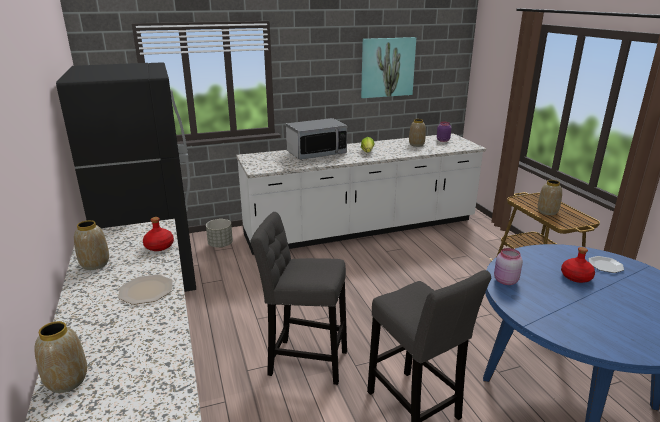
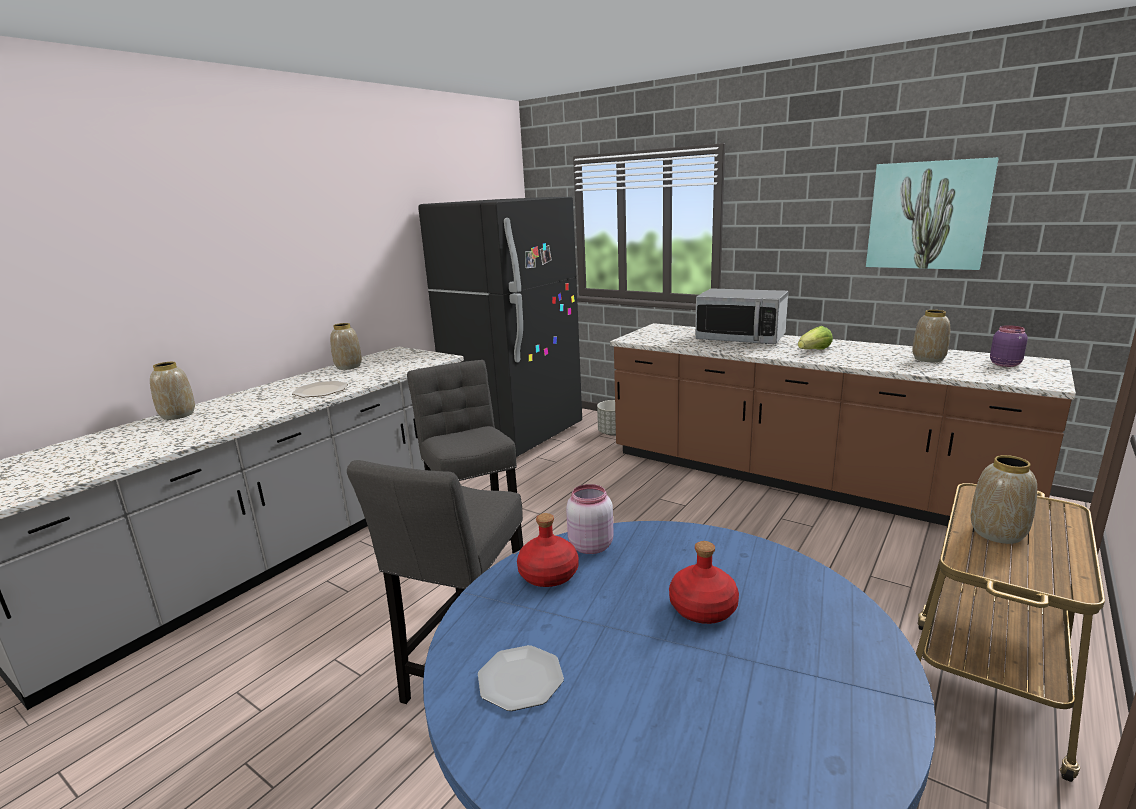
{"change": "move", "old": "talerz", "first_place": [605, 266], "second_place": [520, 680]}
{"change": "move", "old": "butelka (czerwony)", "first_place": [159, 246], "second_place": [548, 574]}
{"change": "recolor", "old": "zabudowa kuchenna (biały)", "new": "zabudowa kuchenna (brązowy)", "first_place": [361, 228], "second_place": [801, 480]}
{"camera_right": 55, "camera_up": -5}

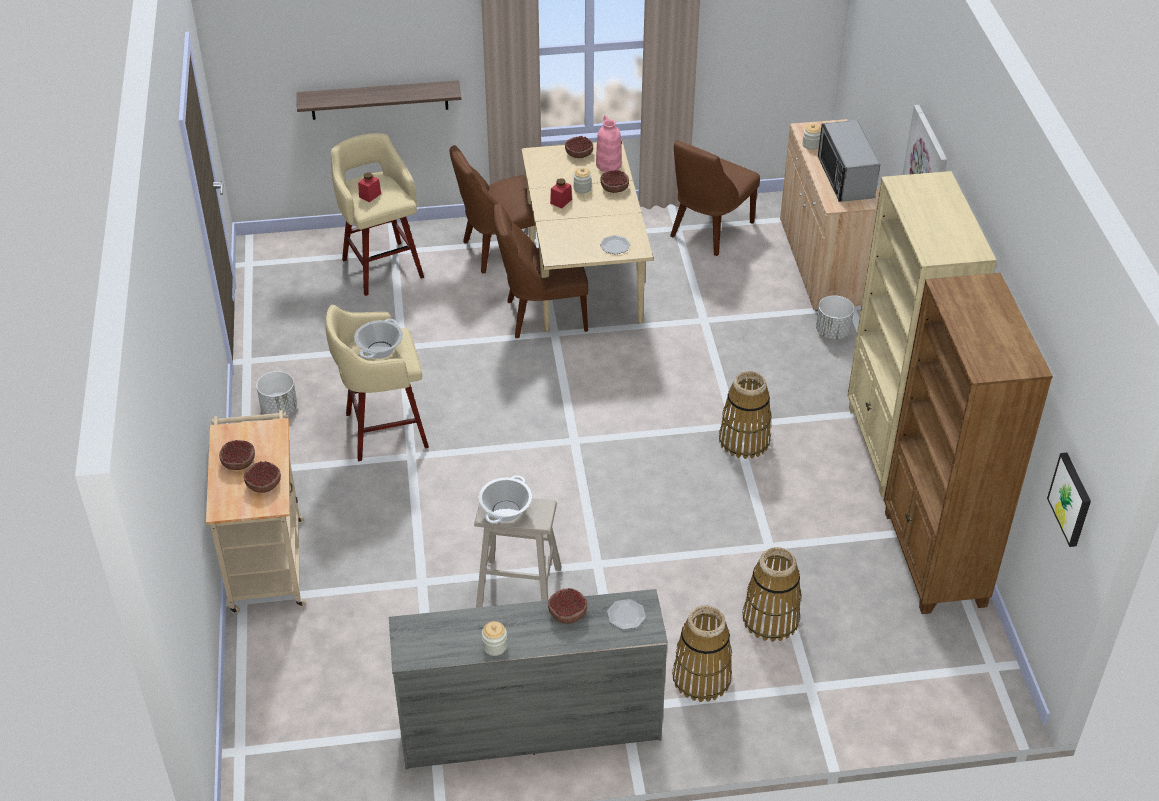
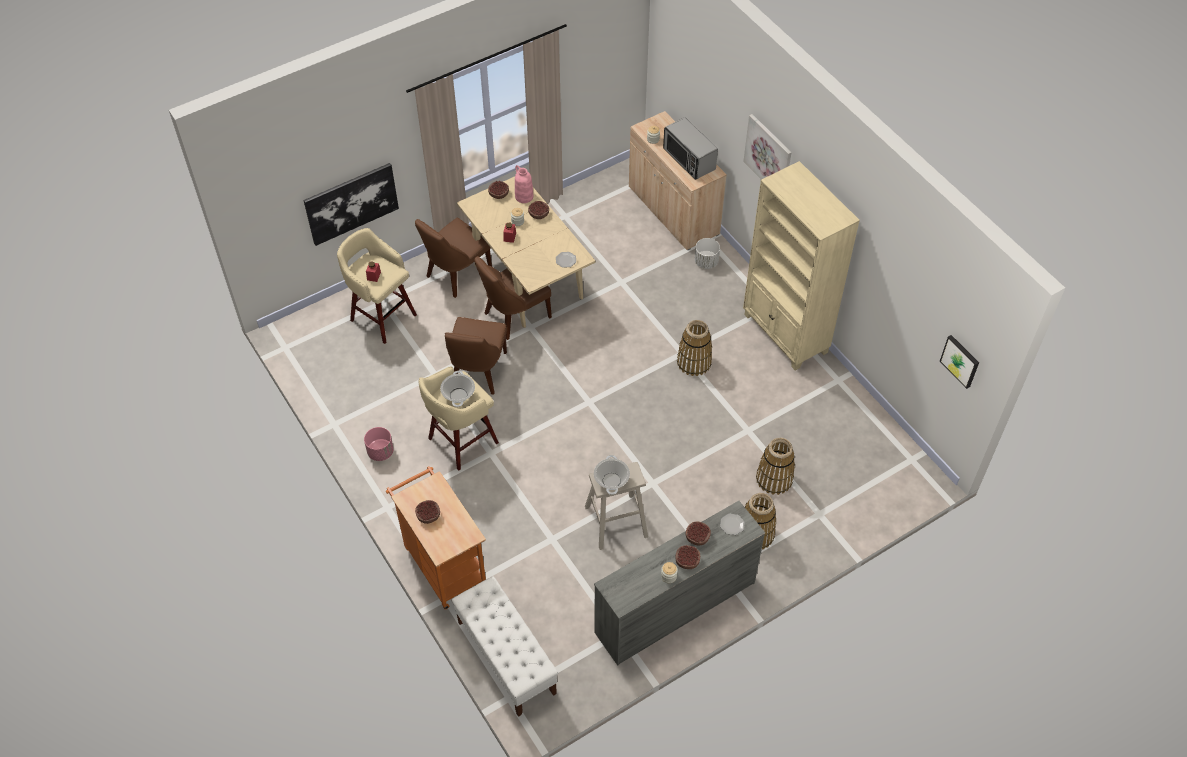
{"change": "replace", "old": "półka", "new": "obraz", "first_place": [379, 100], "second_place": [351, 203]}
{"change": "recolor", "old": "donica (biały)", "new": "donica (różowy)", "first_place": [279, 408], "second_place": [380, 452]}
{"change": "recolor", "old": "wózek (beżowy)", "new": "wózek (pomarańczowy)", "first_place": [267, 559], "second_place": [443, 563]}
{"change": "move", "old": "krzesło (brązowy)", "first_place": [709, 231], "second_place": [477, 372]}
{"change": "insert", "new": "ławka (biały)", "second_place": [506, 657]}
{"change": "move", "old": "miska", "first_place": [264, 484], "second_place": [687, 560]}
{"change": "delete", "old": "regał (brązowy)", "first_place": [933, 559]}
{"camera_right": -25, "camera_up": 10}

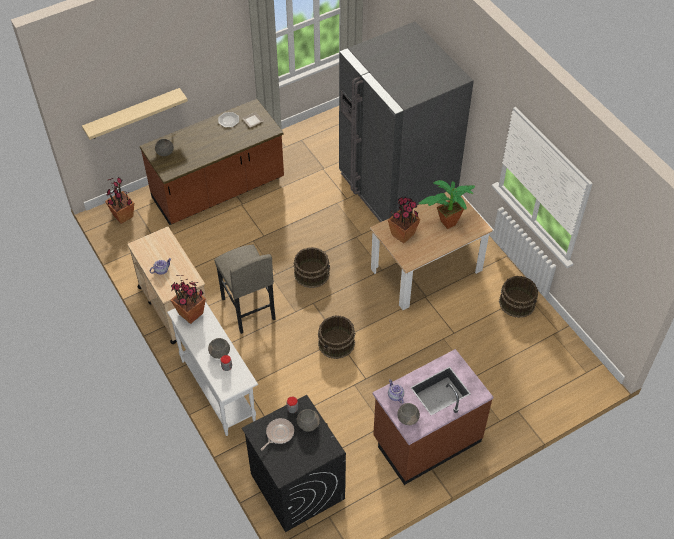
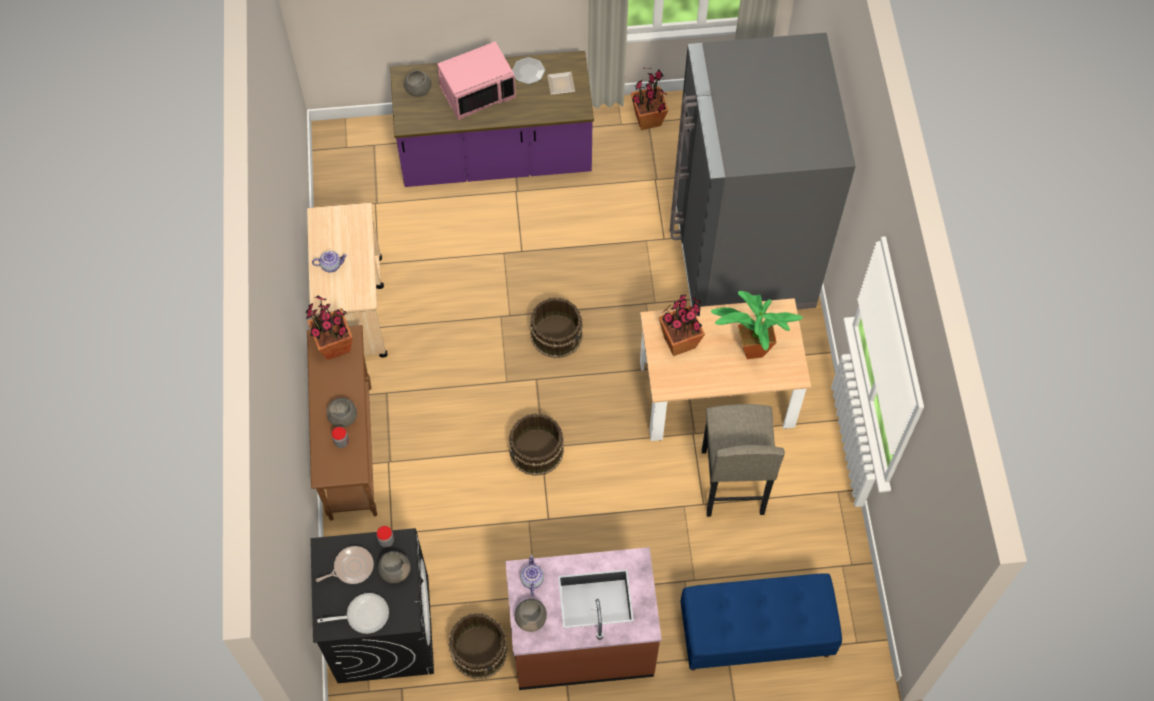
{"change": "recolor", "old": "stolik konsolowy (biały)", "new": "stolik konsolowy (brązowy)", "first_place": [218, 390], "second_place": [351, 451]}
{"change": "insert", "new": "patelnia", "second_place": [363, 615]}
{"change": "recolor", "old": "zabudowa kuchenna (brązowy)", "new": "zabudowa kuchenna (fioletowy)", "first_place": [218, 190], "second_place": [496, 157]}
{"change": "insert", "new": "mikrofalówka (różowy)", "second_place": [477, 92]}
{"change": "move", "old": "wiadro (brązowy)", "first_place": [517, 302], "second_place": [479, 650]}
{"change": "move", "old": "roślina doniczkowa", "first_place": [123, 216], "second_place": [647, 120]}
{"change": "insert", "new": "ławka (niebieski)", "second_place": [754, 635]}
{"change": "move", "old": "stołek (szary)", "first_place": [248, 309], "second_place": [732, 482]}
{"change": "delete", "old": "półka (beżowy)", "first_place": [133, 114]}
{"camera_right": 25, "camera_up": 10}

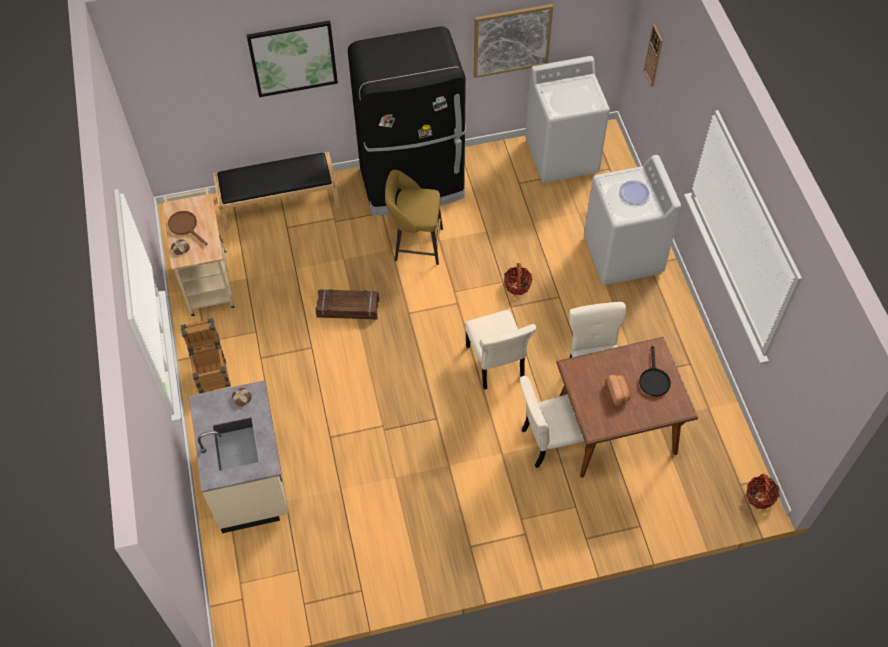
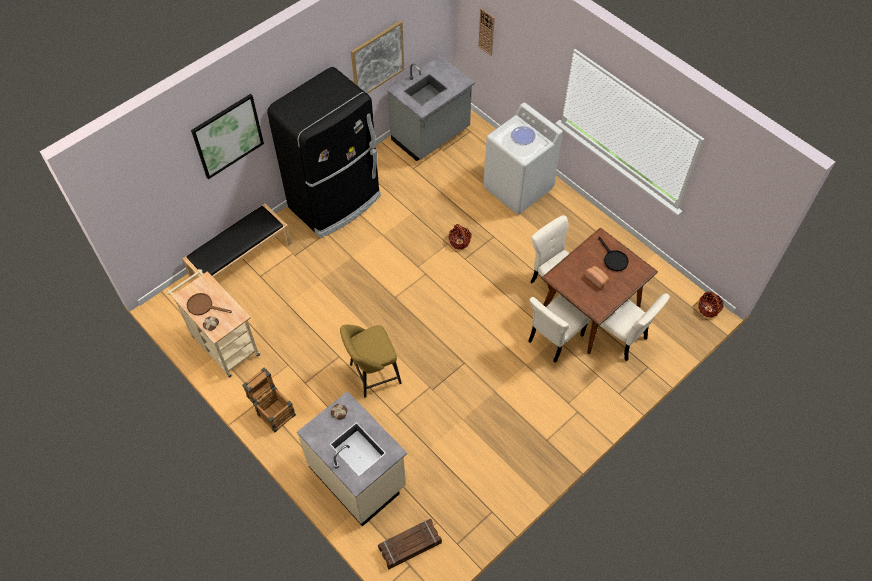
{"change": "move", "old": "stołek (żółty)", "first_place": [415, 244], "second_place": [372, 375]}
{"change": "move", "old": "skrzynka", "first_place": [348, 308], "second_place": [410, 546]}
{"change": "replace", "old": "pralka (biały)", "new": "zabudowa kuchenna (szary)", "first_place": [562, 155], "second_place": [431, 136]}
{"change": "move", "old": "krzesło (beżowy)", "first_place": [495, 364], "second_place": [620, 338]}
{"camera_right": -30, "camera_up": 0}

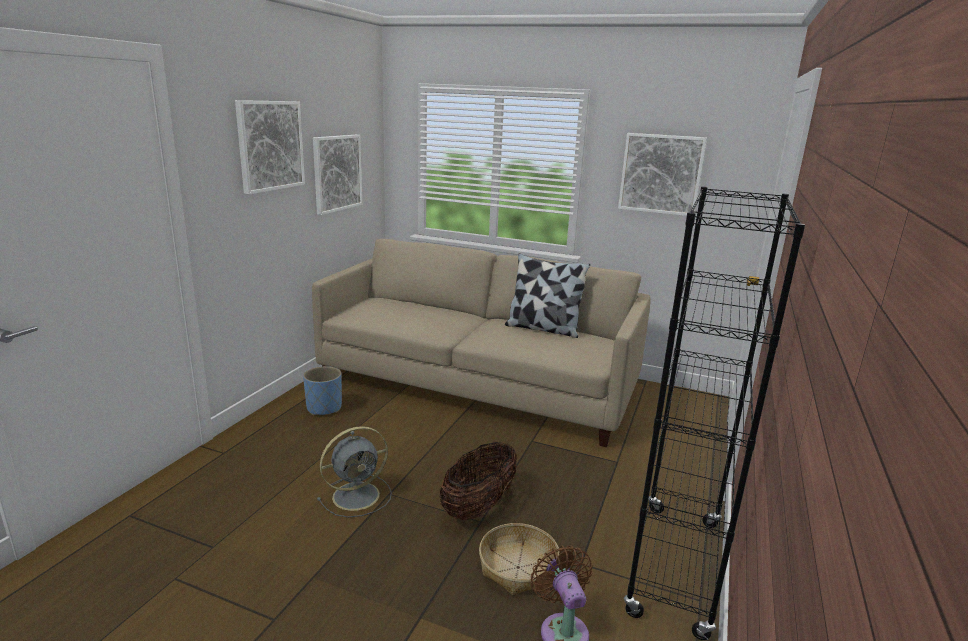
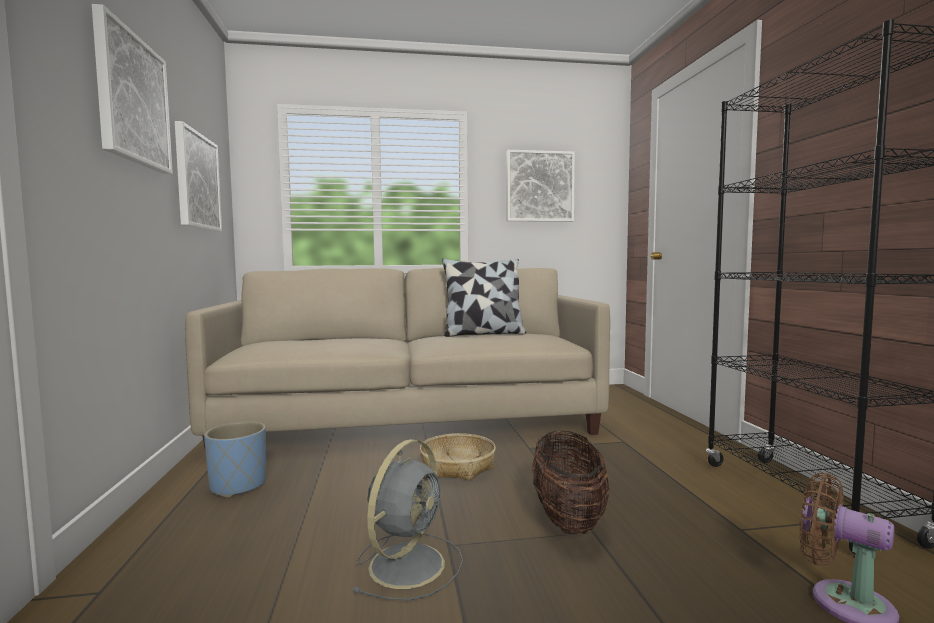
{"change": "move", "old": "koszyk", "first_place": [518, 567], "second_place": [457, 466]}
{"camera_right": -30, "camera_up": -15}

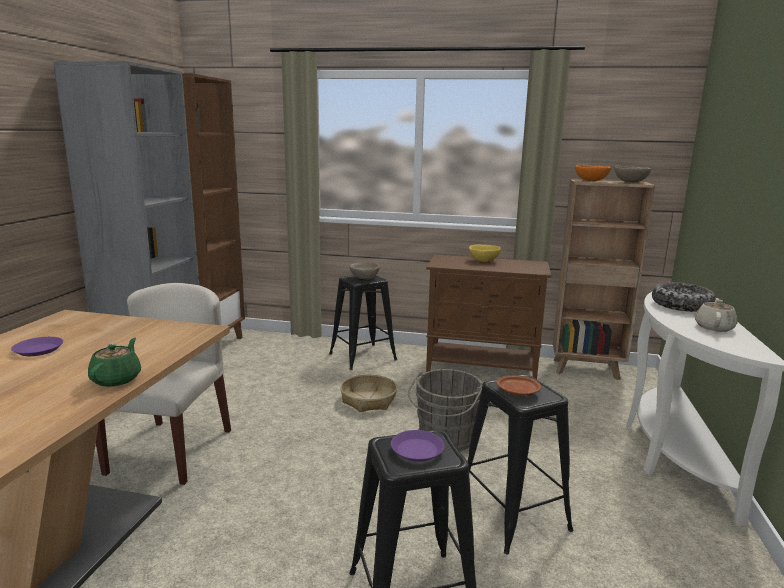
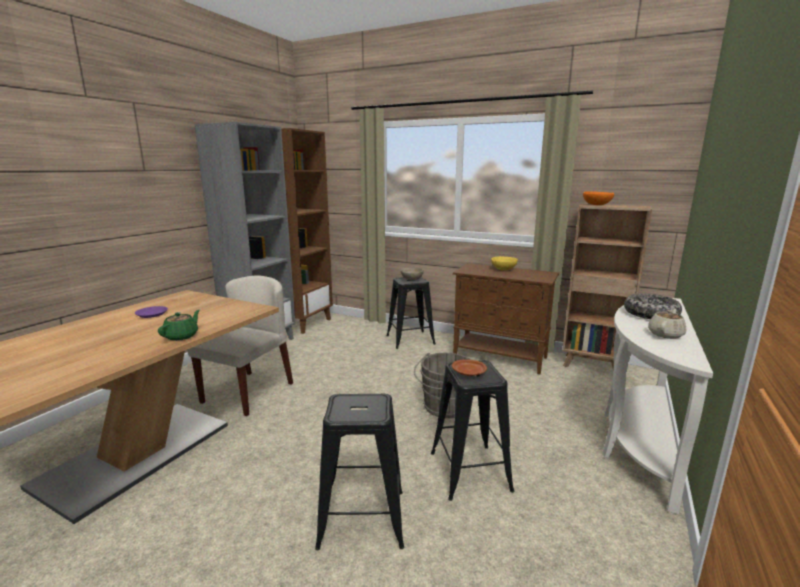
{"change": "delete", "old": "koszyk", "first_place": [369, 400]}
{"change": "delete", "old": "talerz (fioletowy)", "first_place": [417, 450]}
{"change": "delete", "old": "miska (beżowy)", "first_place": [630, 182]}
{"camera_right": 15, "camera_up": 0}

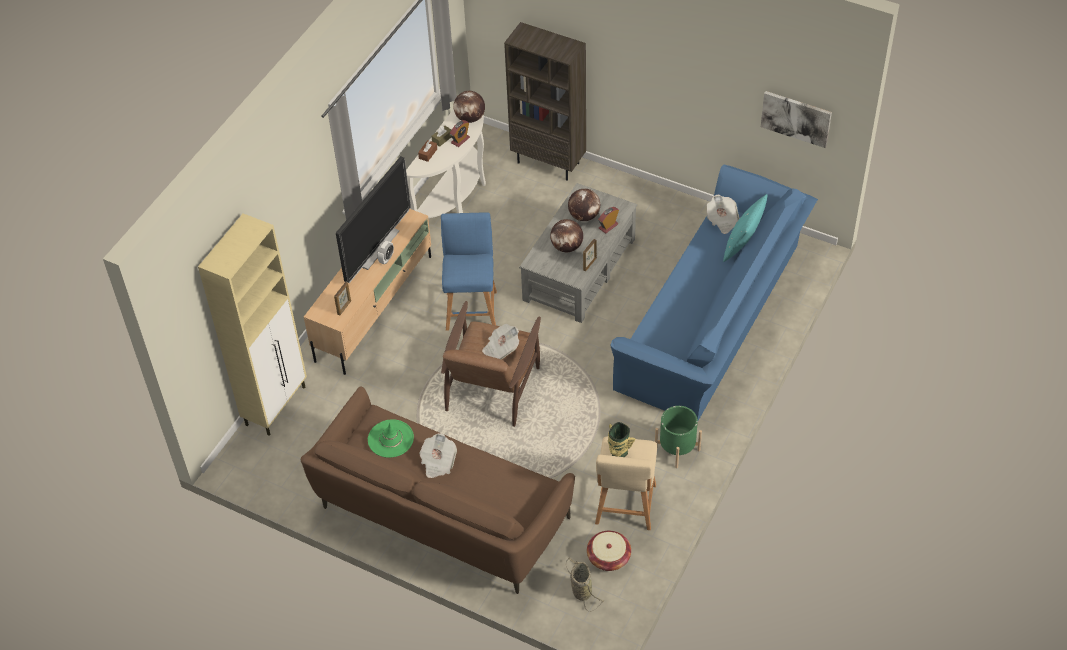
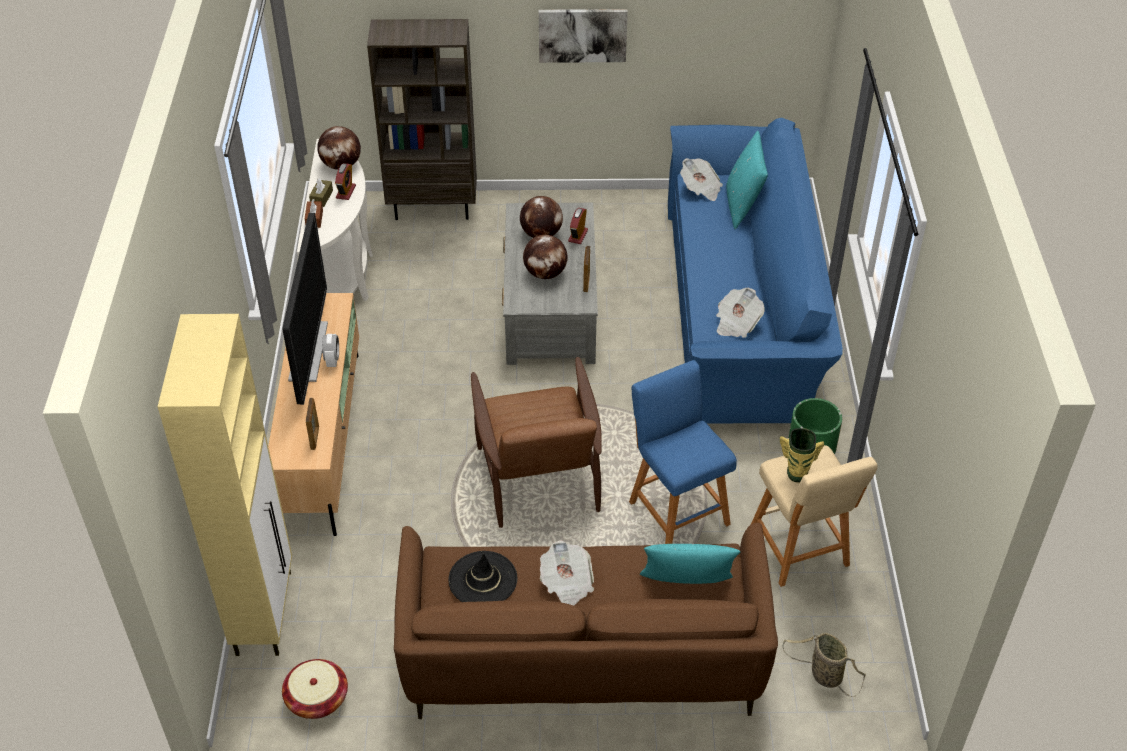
{"change": "move", "old": "koszyk", "first_place": [608, 557], "second_place": [317, 699]}
{"change": "recolor", "old": "kapelusz (zielony)", "new": "kapelusz (czarny)", "first_place": [390, 438], "second_place": [482, 579]}
{"change": "move", "old": "obraz", "first_place": [796, 118], "second_place": [582, 34]}
{"change": "move", "old": "stołek (niebieski)", "first_place": [471, 307], "second_place": [676, 509]}
{"change": "insert", "new": "poduszka (turkusowy)", "second_place": [686, 588]}
{"change": "move", "old": "gazeta", "first_place": [501, 349], "second_place": [736, 323]}
{"camera_right": -30, "camera_up": -5}

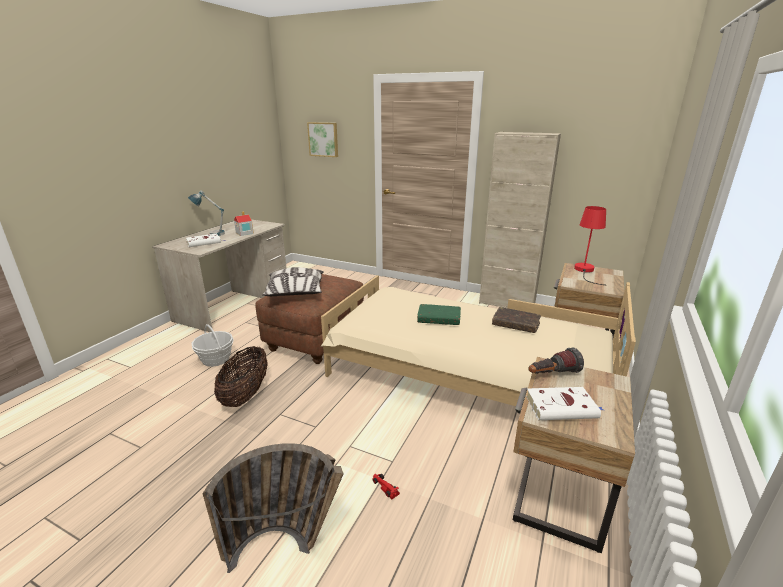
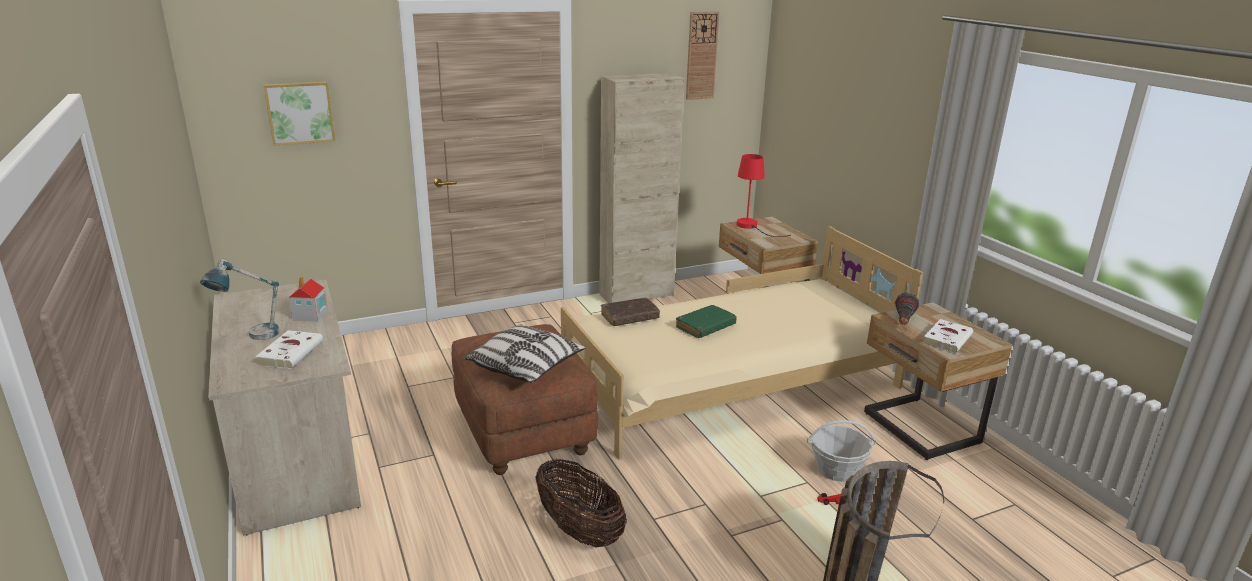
{"change": "move", "old": "książka (brązowy)", "first_place": [515, 324], "second_place": [630, 317]}
{"change": "insert", "new": "zegar ścienny", "second_place": [701, 56]}
{"change": "move", "old": "koszyk", "first_place": [216, 359], "second_place": [837, 469]}
{"camera_right": -50, "camera_up": 0}

